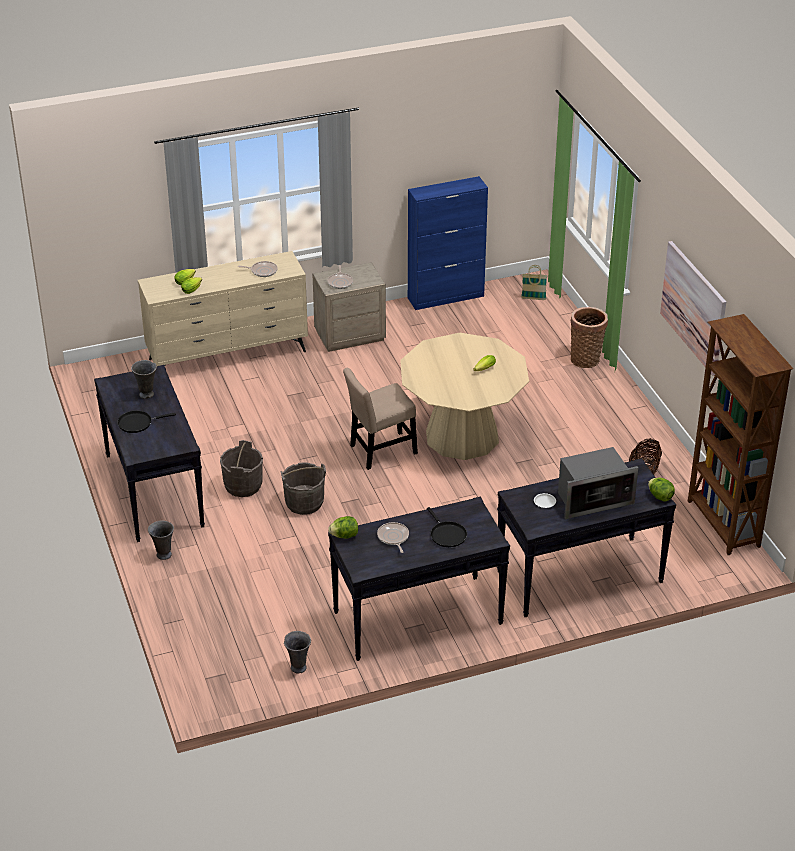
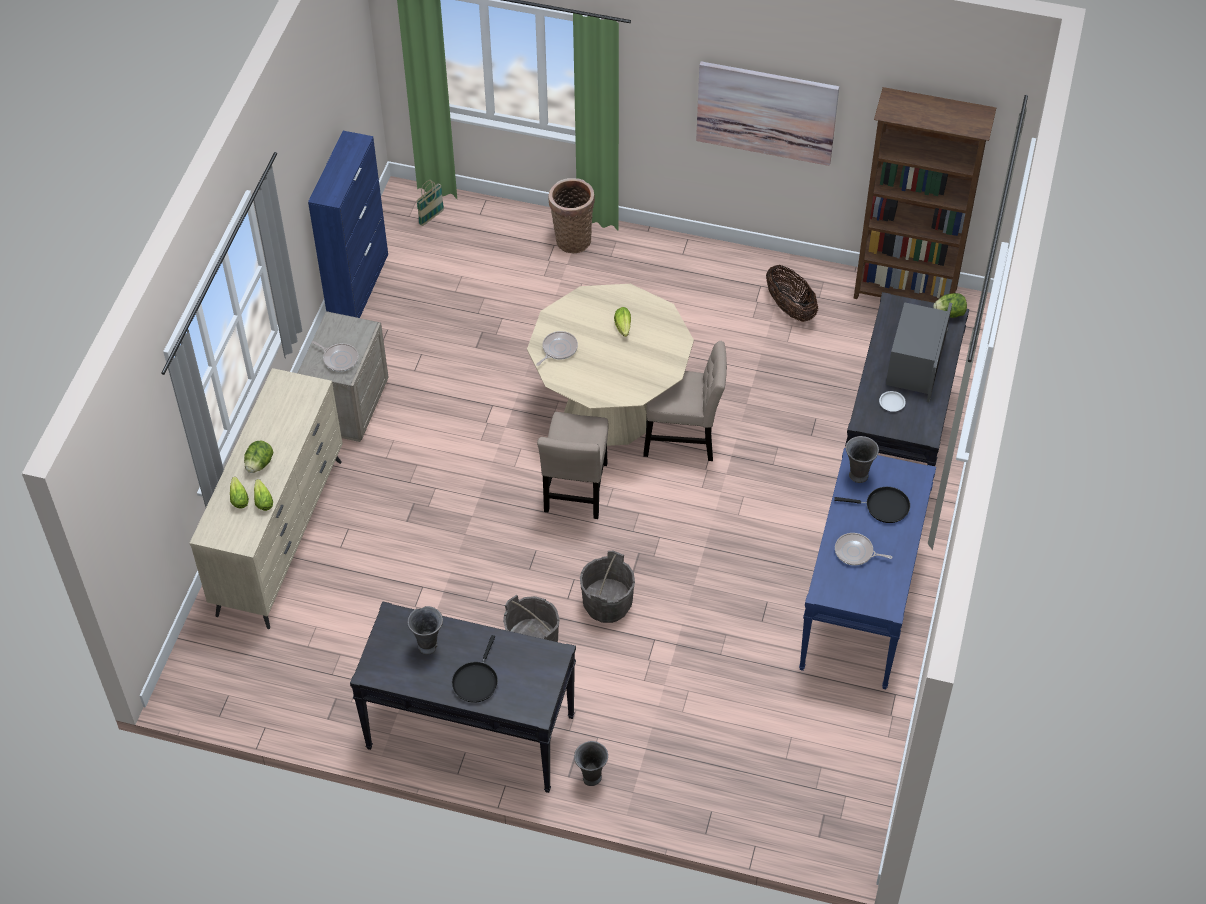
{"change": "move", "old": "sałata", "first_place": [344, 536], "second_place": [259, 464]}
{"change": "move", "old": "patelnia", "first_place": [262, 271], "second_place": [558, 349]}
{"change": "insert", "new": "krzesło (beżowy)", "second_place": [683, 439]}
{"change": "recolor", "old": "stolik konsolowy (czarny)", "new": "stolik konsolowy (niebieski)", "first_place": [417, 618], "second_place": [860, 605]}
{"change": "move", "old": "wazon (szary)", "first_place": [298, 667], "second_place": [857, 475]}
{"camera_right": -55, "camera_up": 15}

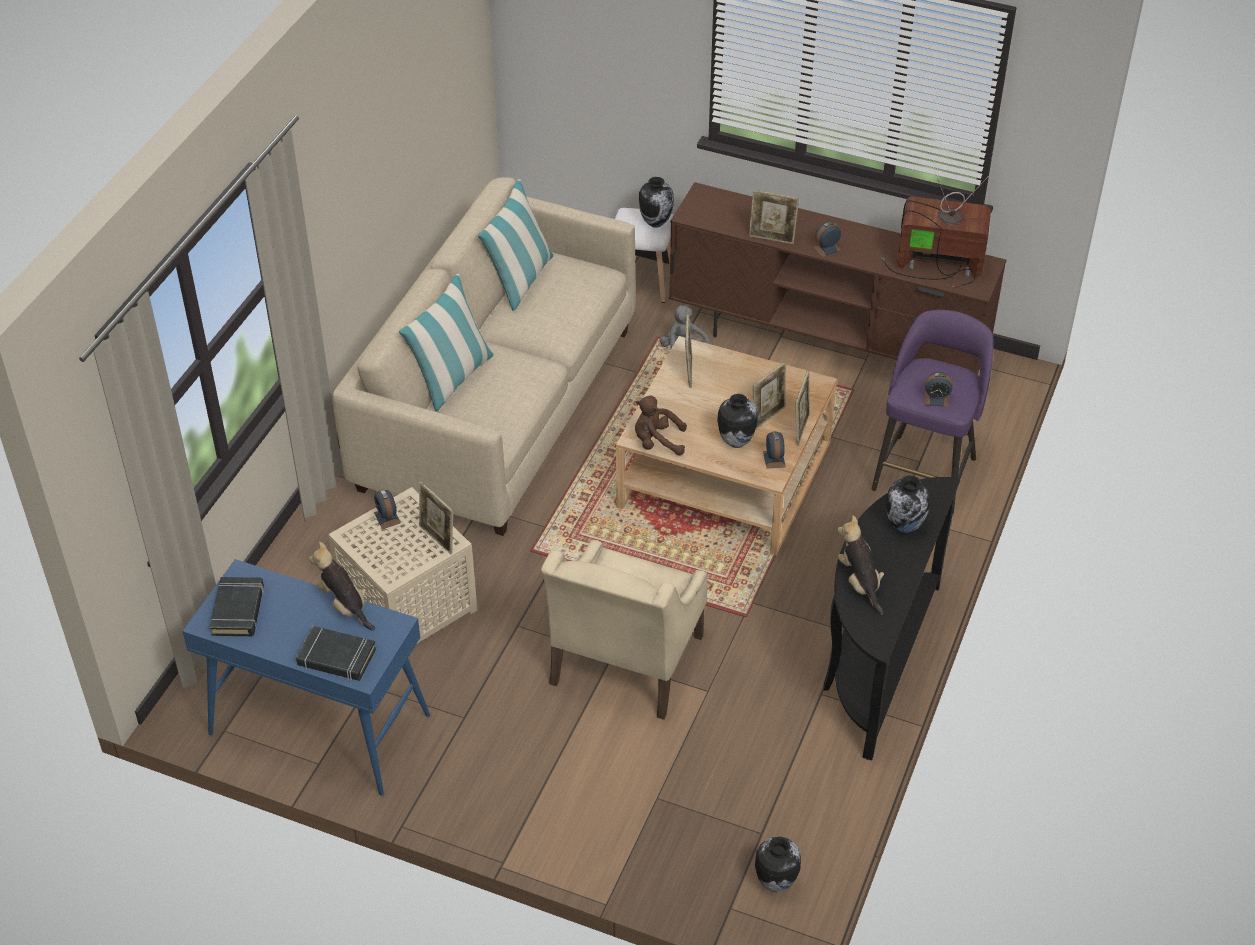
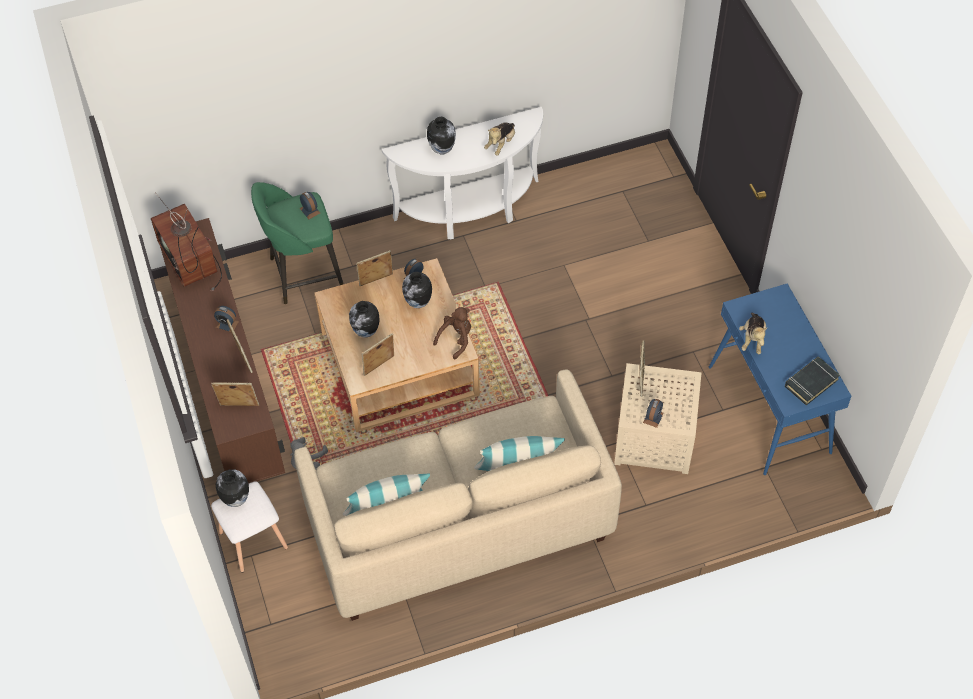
{"change": "move", "old": "ramka na zdjęcie", "first_place": [768, 416], "second_place": [239, 406]}
{"change": "recolor", "old": "stołek (fioletowy)", "new": "stołek (zielony)", "first_place": [925, 472], "second_place": [304, 274]}
{"change": "move", "old": "wazon", "first_place": [775, 882], "second_place": [366, 332]}
{"change": "recolor", "old": "stolik konsolowy (czarny)", "new": "stolik konsolowy (biały)", "first_place": [875, 661], "second_place": [472, 213]}
{"change": "rotate", "old": "pluszak (brązowy)", "first_place": [657, 442], "second_place": [456, 339], "degrees": -105}
{"change": "delete", "old": "książka (czarny)", "first_place": [336, 658]}
{"change": "delete", "old": "fotel (beżowy)", "first_place": [625, 661]}
{"camera_right": -130, "camera_up": 10}

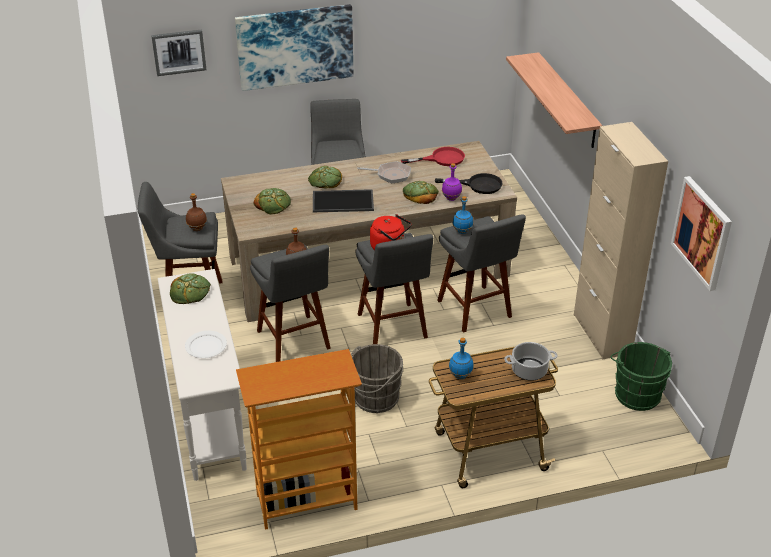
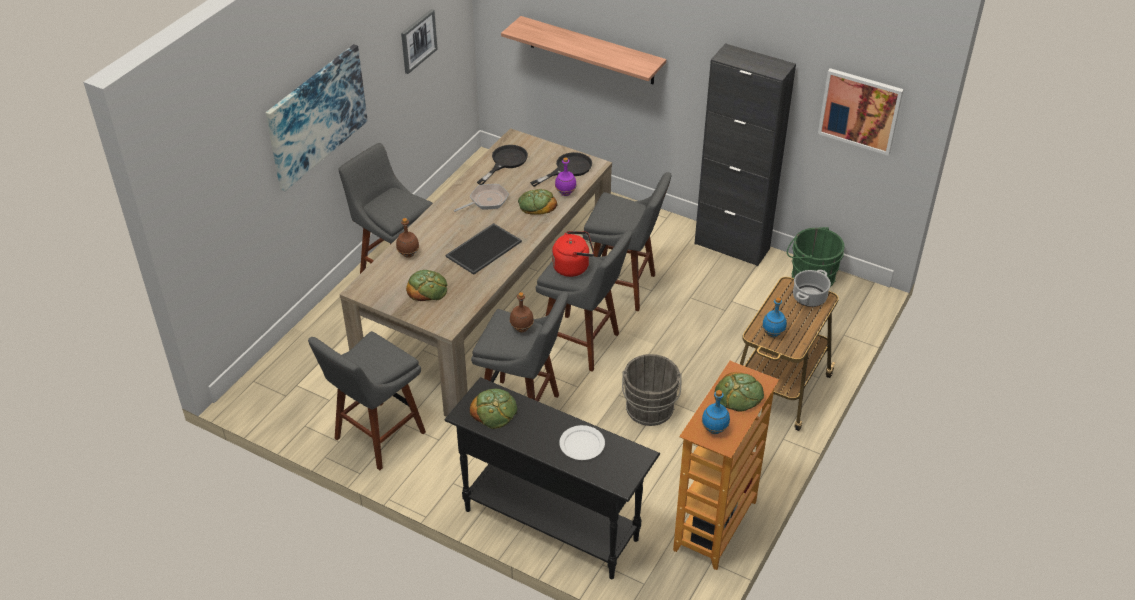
{"change": "move", "old": "butelka (brązowy)", "first_place": [197, 229], "second_place": [409, 254]}
{"change": "move", "old": "obraz", "first_place": [179, 52], "second_place": [418, 41]}
{"change": "recolor", "old": "stolik konsolowy (biały)", "new": "stolik konsolowy (czarny)", "first_place": [209, 419], "second_place": [550, 524]}
{"change": "recolor", "old": "patelnia (czerwony)", "new": "patelnia (czarny)", "first_place": [441, 159], "second_place": [505, 162]}
{"change": "recolor", "old": "szafka (beżowy)", "new": "szafka (czarny)", "first_place": [602, 333], "second_place": [732, 246]}
{"change": "move", "old": "butelka (niebieski)", "first_place": [462, 231], "second_place": [714, 430]}
{"change": "move", "old": "chleb", "first_place": [325, 180], "second_place": [739, 395]}
{"camera_right": -45, "camera_up": 5}

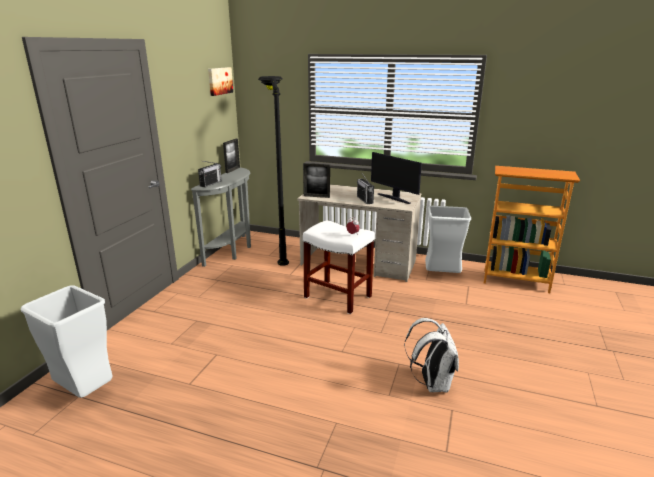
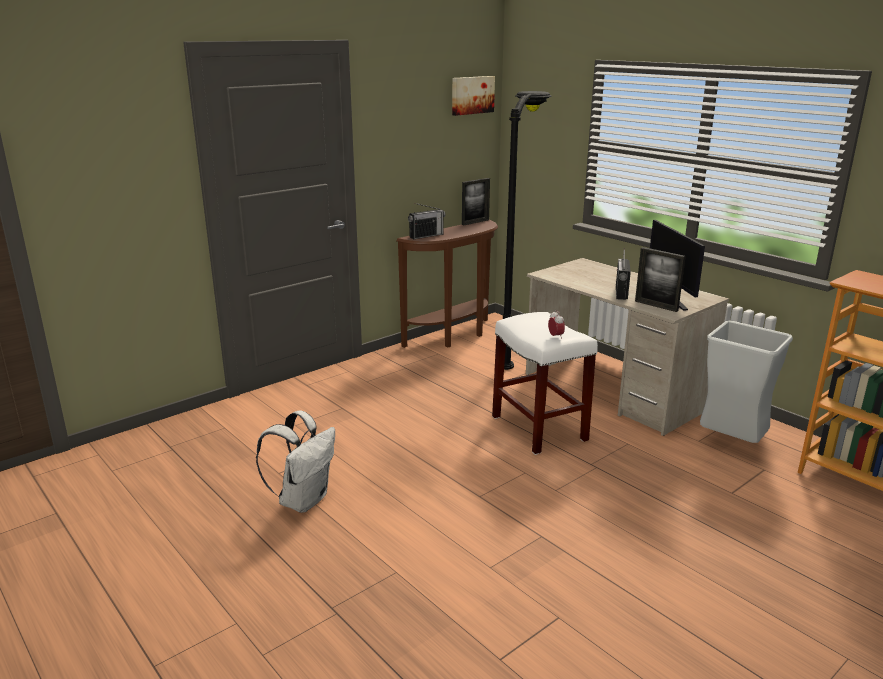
{"change": "move", "old": "plecak (biały)", "first_place": [432, 383], "second_place": [303, 500]}
{"change": "recolor", "old": "stolik konsolowy (szary)", "new": "stolik konsolowy (brązowy)", "first_place": [233, 251], "second_place": [454, 336]}
{"change": "move", "old": "ramka na zdjęcie", "first_place": [316, 196], "second_place": [656, 306]}
{"change": "delete", "old": "kosz na śmieci (szary)", "first_place": [86, 393]}
{"camera_right": 30, "camera_up": 0}

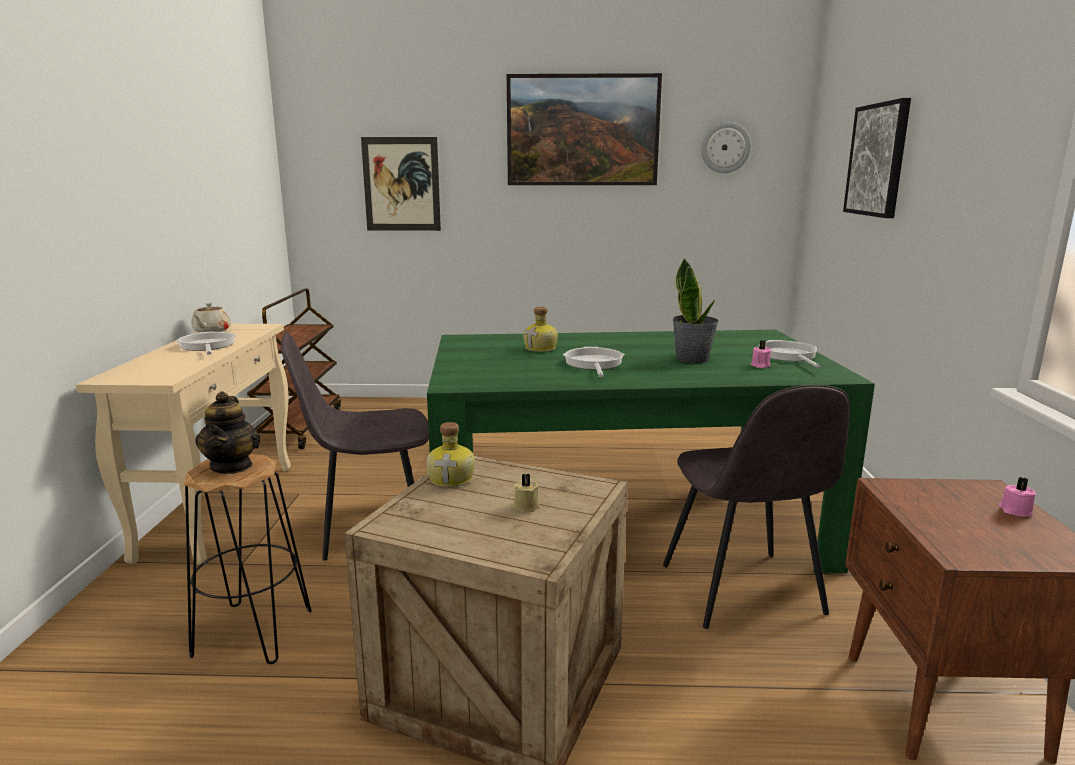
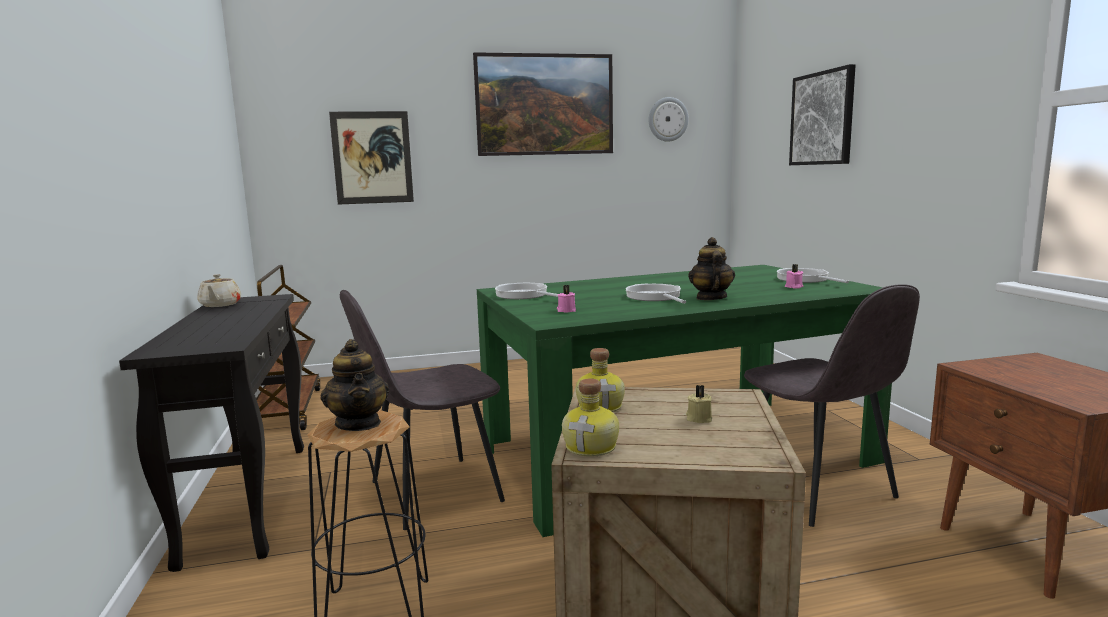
{"change": "recolor", "old": "stolik konsolowy (beżowy)", "new": "stolik konsolowy (czarny)", "first_place": [219, 509], "second_place": [248, 499]}
{"change": "move", "old": "patelnia", "first_place": [207, 346], "second_place": [524, 295]}
{"change": "move", "old": "świeca (różowy)", "first_place": [1014, 511], "second_place": [566, 310]}
{"change": "move", "old": "butelka", "first_place": [541, 348], "second_place": [592, 447]}
{"change": "insert", "new": "imbryk", "second_place": [710, 298]}
{"change": "delete", "old": "roślina doniczkowa", "first_place": [692, 358]}
{"camera_right": -15, "camera_up": -5}

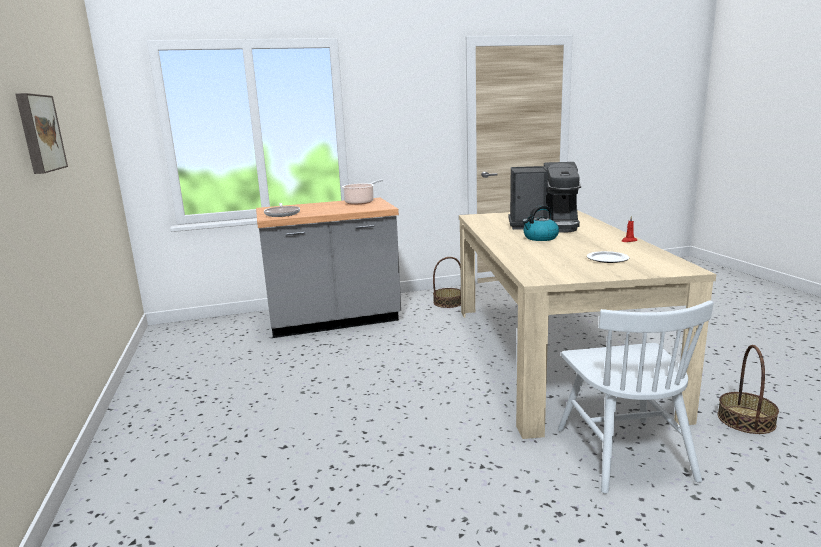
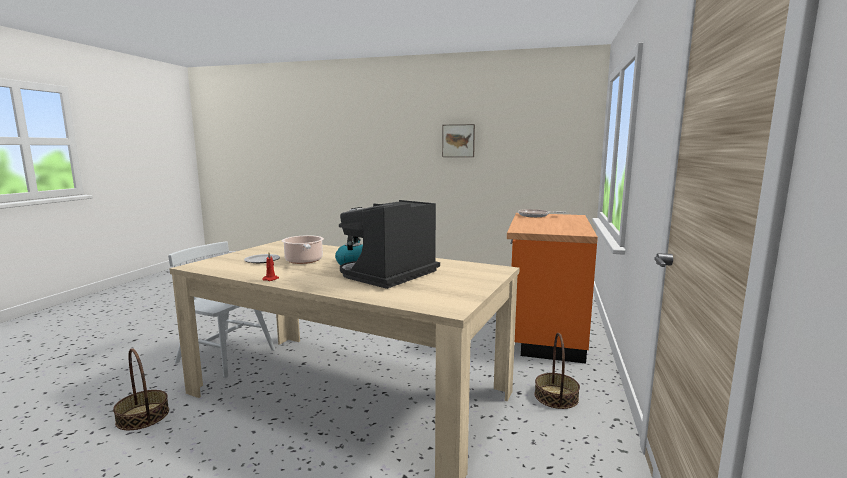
{"change": "move", "old": "garnek", "first_place": [361, 202], "second_place": [304, 261]}
{"change": "recolor", "old": "zabudowa kuchenna (szary)", "new": "zabudowa kuchenna (pomarańczowy)", "first_place": [334, 321], "second_place": [544, 332]}
{"camera_right": 120, "camera_up": -5}

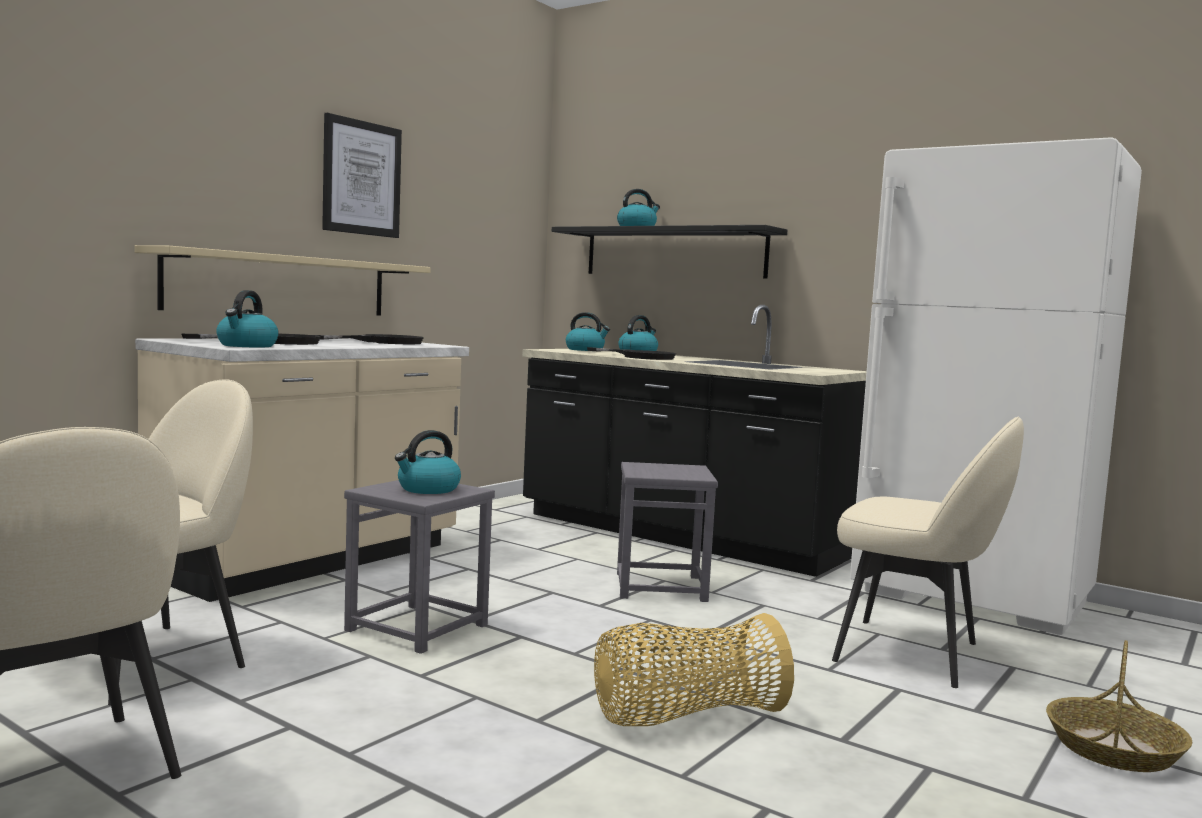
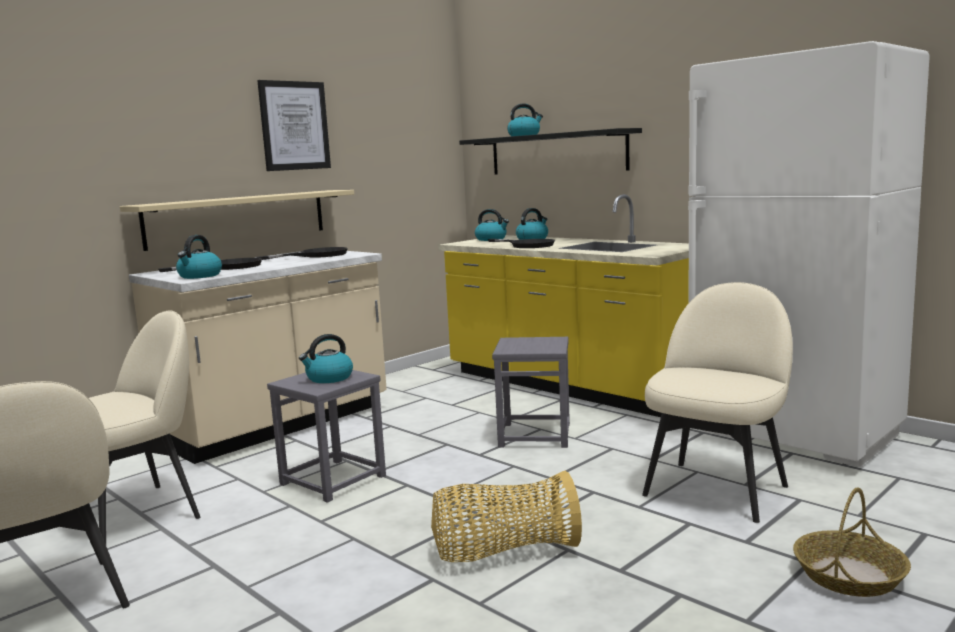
{"change": "recolor", "old": "zabudowa kuchenna (czarny)", "new": "zabudowa kuchenna (żółty)", "first_place": [678, 536], "second_place": [570, 386]}
{"change": "rotate", "old": "krzesło (beżowy)", "first_place": [912, 653], "second_place": [717, 489], "degrees": -90}
{"camera_right": 10, "camera_up": 5}

